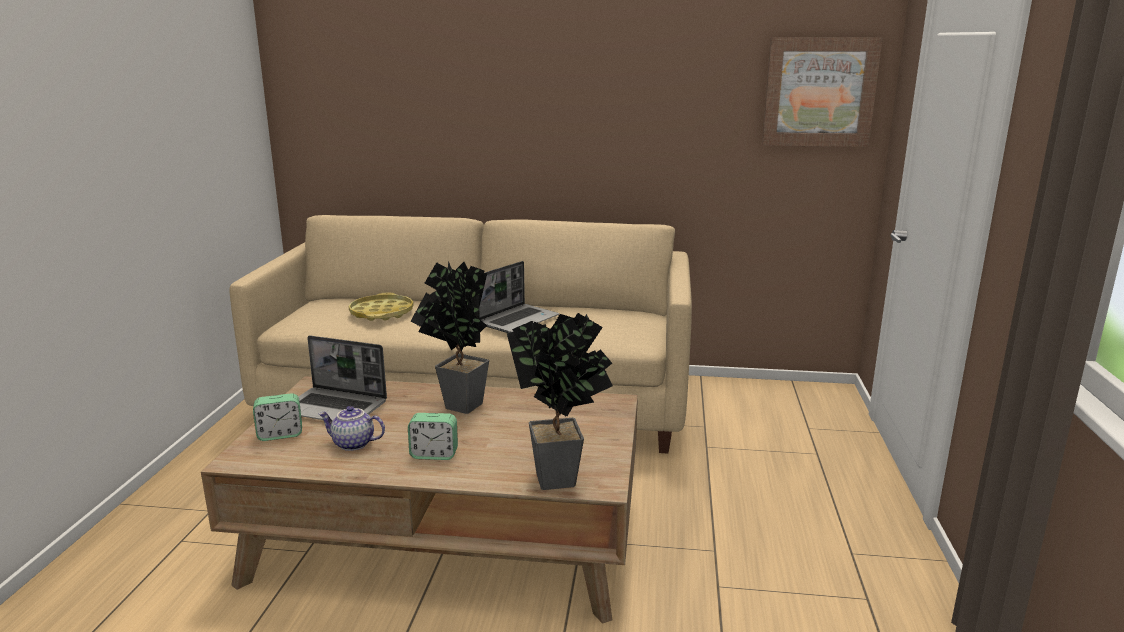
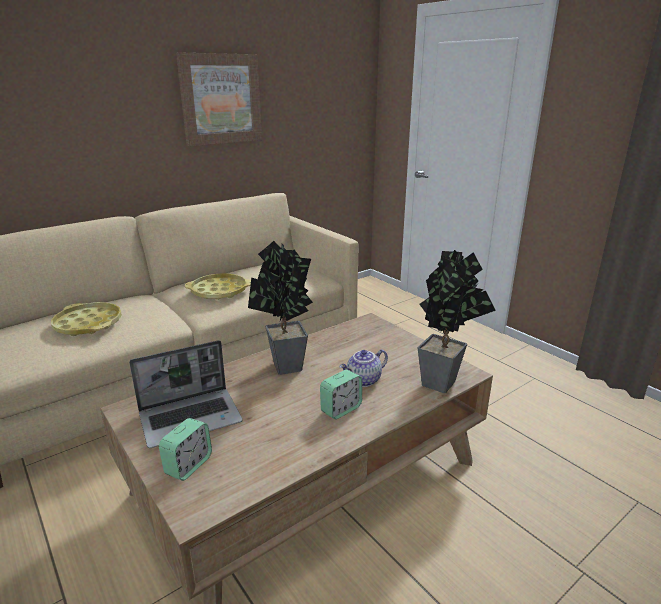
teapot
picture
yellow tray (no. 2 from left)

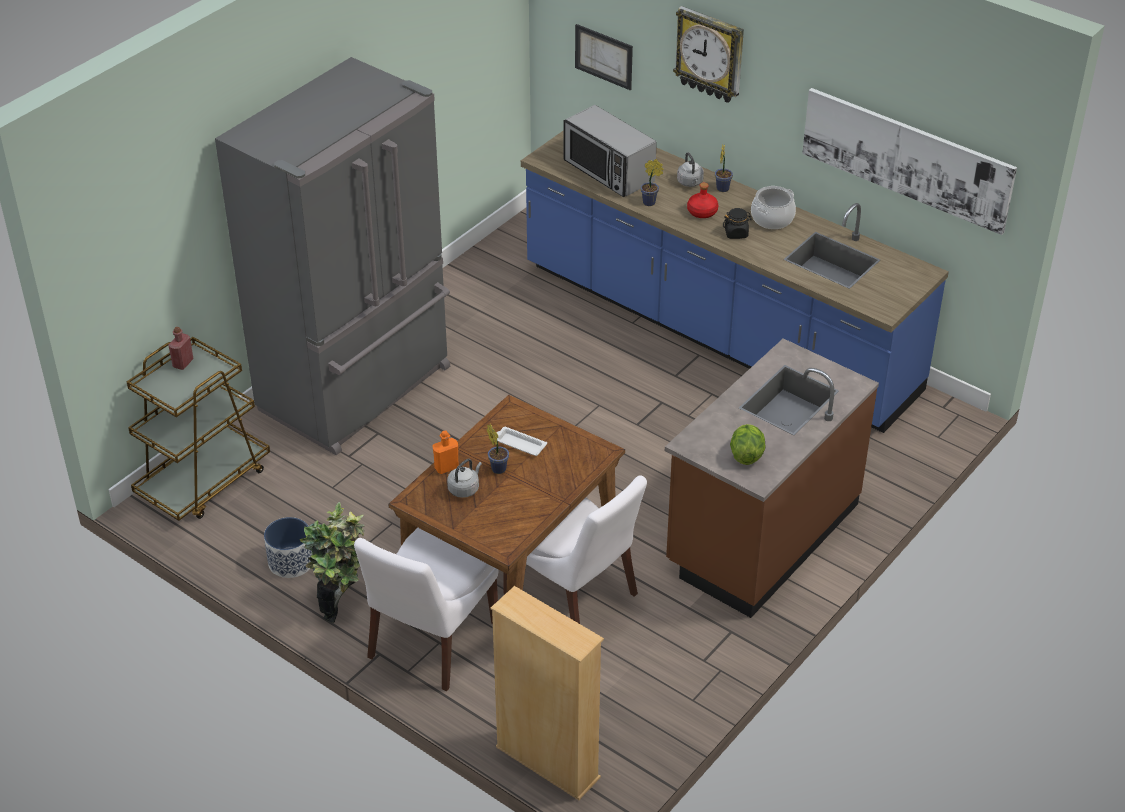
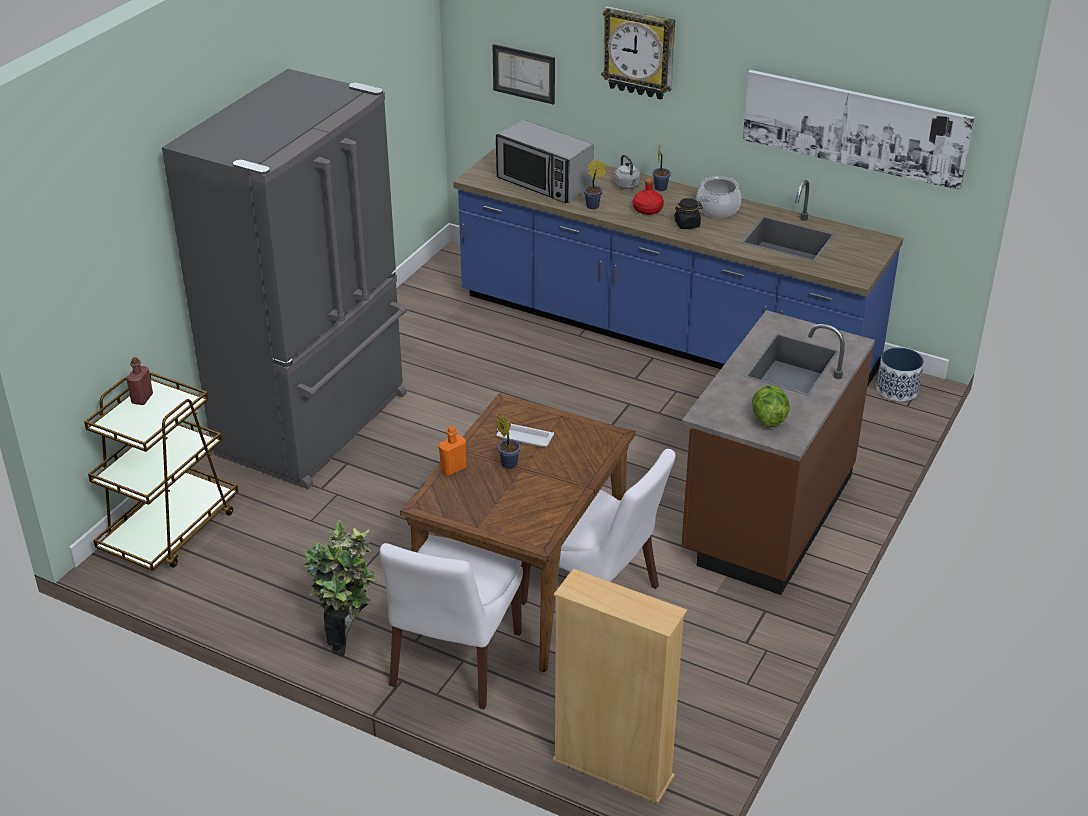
grey kettle (no. 1 from left in the first image)
planter

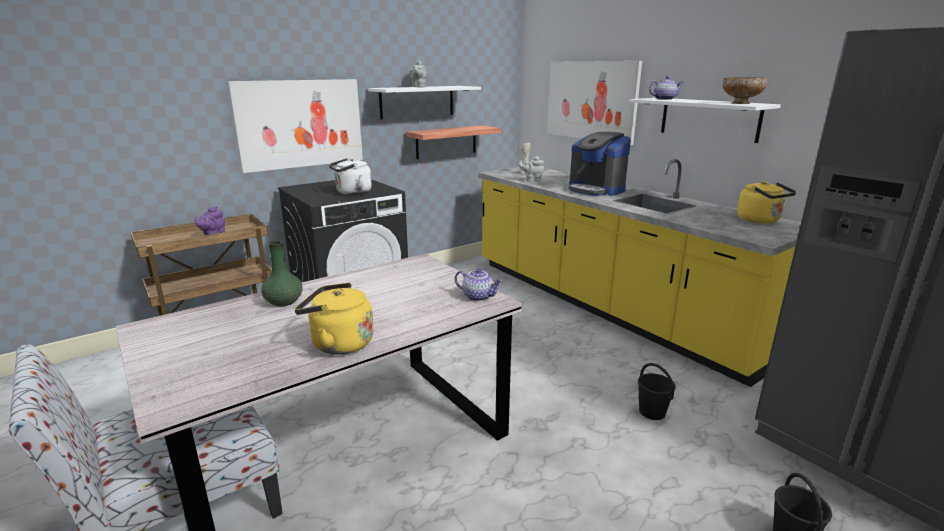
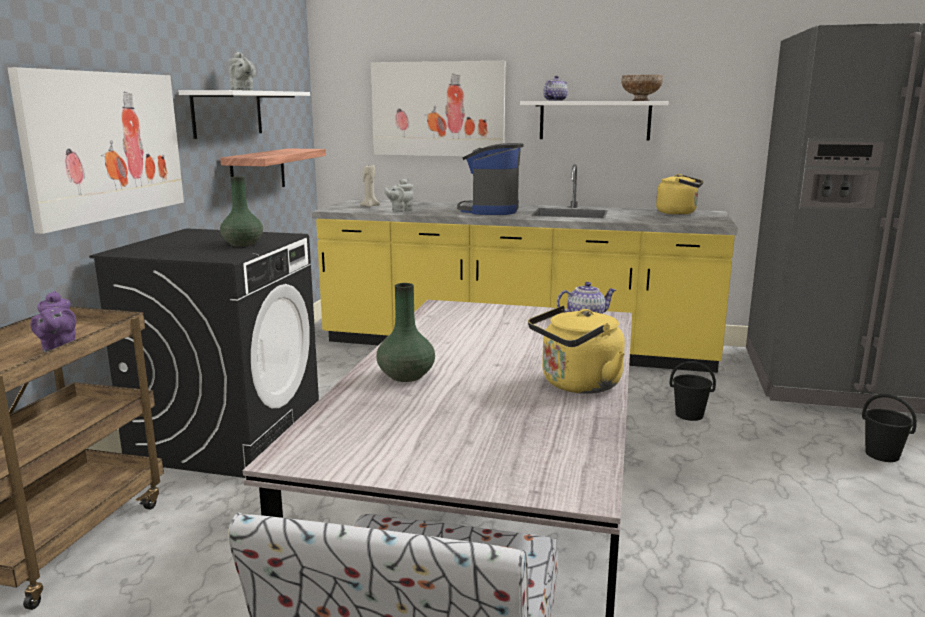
green vase (no. 1 from left)
coffee machine

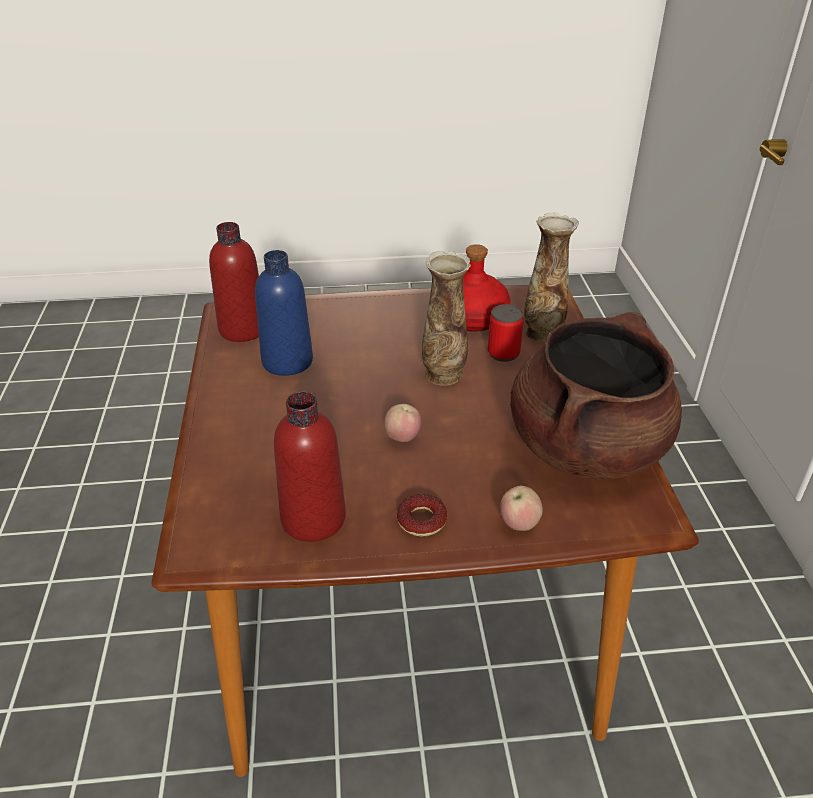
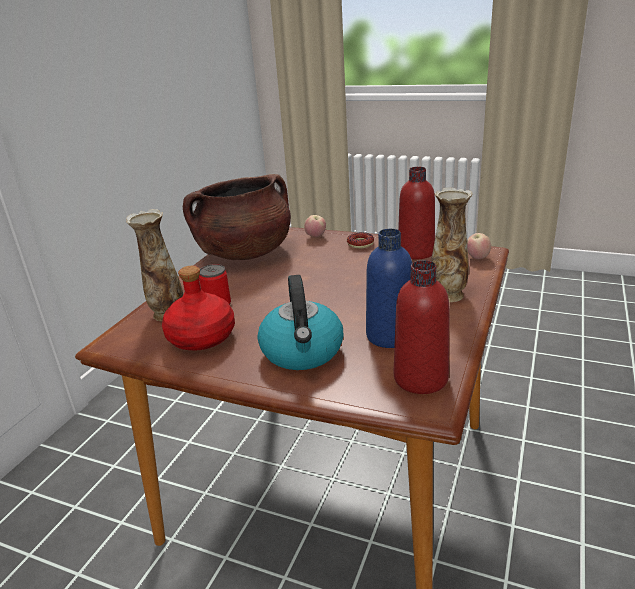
kettle
apple (no. 2 from left)
vase (no. 2 from left)

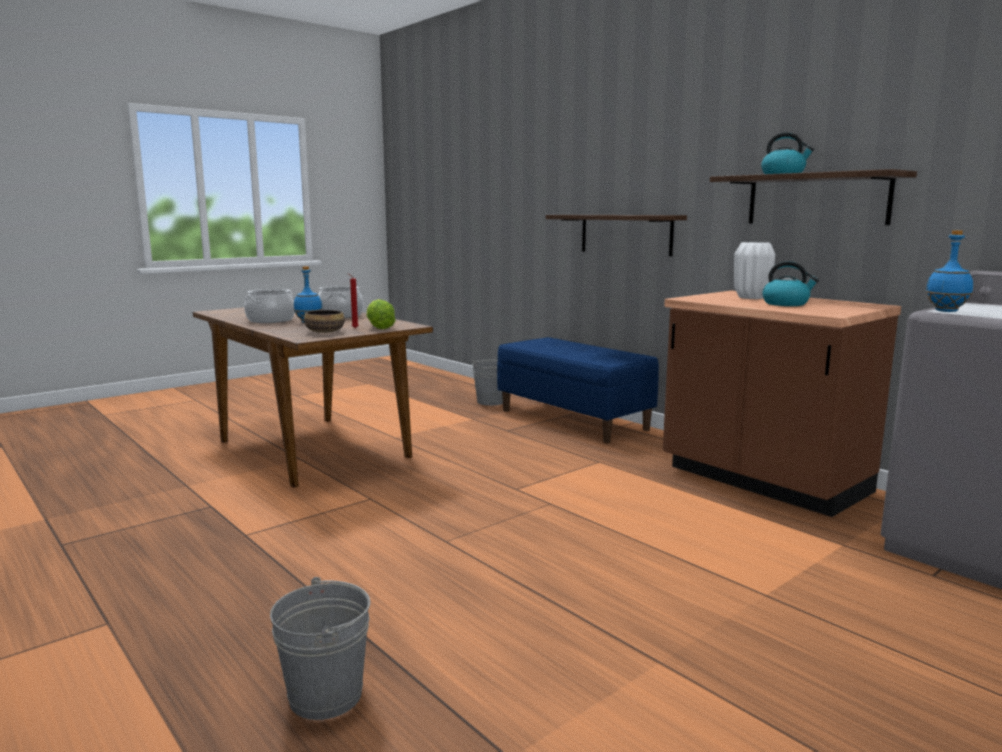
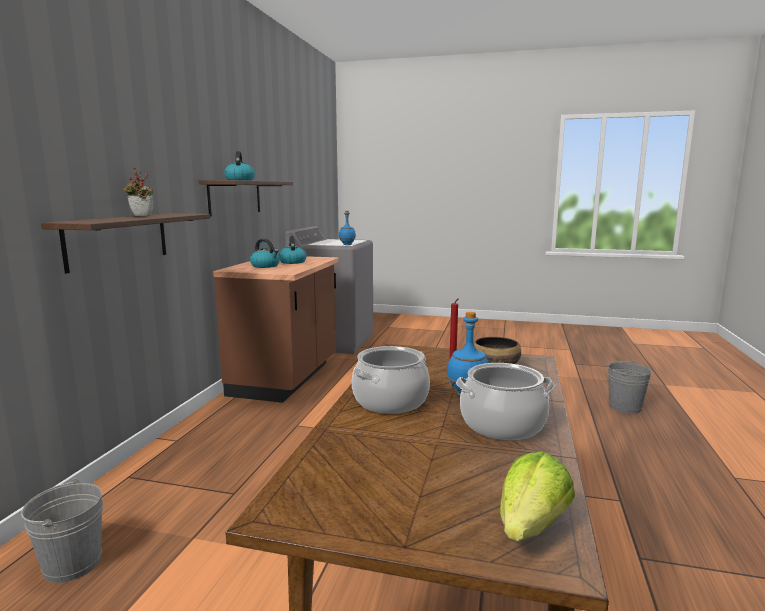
blue bench
potted plant
lettuce
kettle (no. 2 from left)

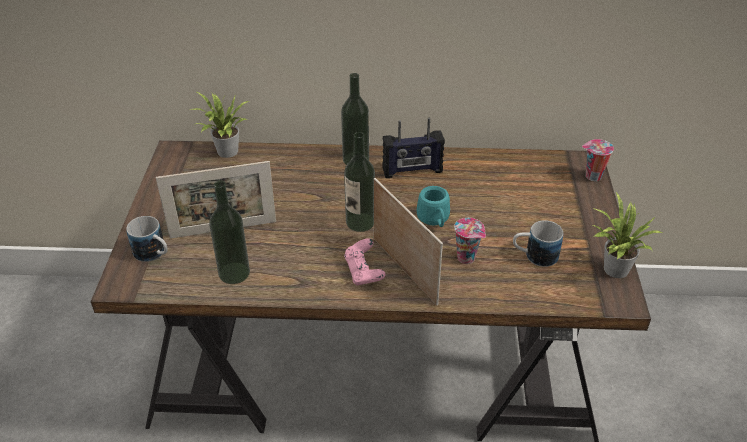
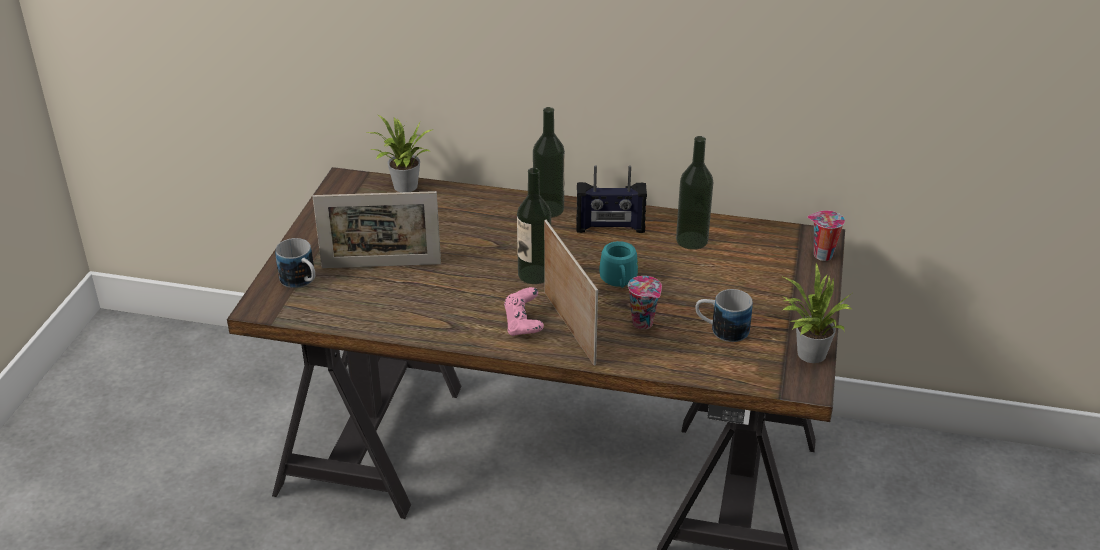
bottle (no. 3 from left)

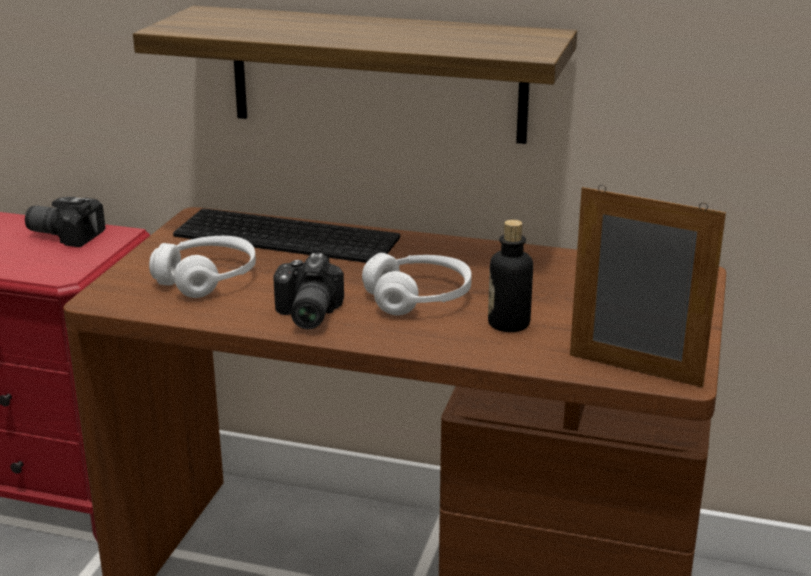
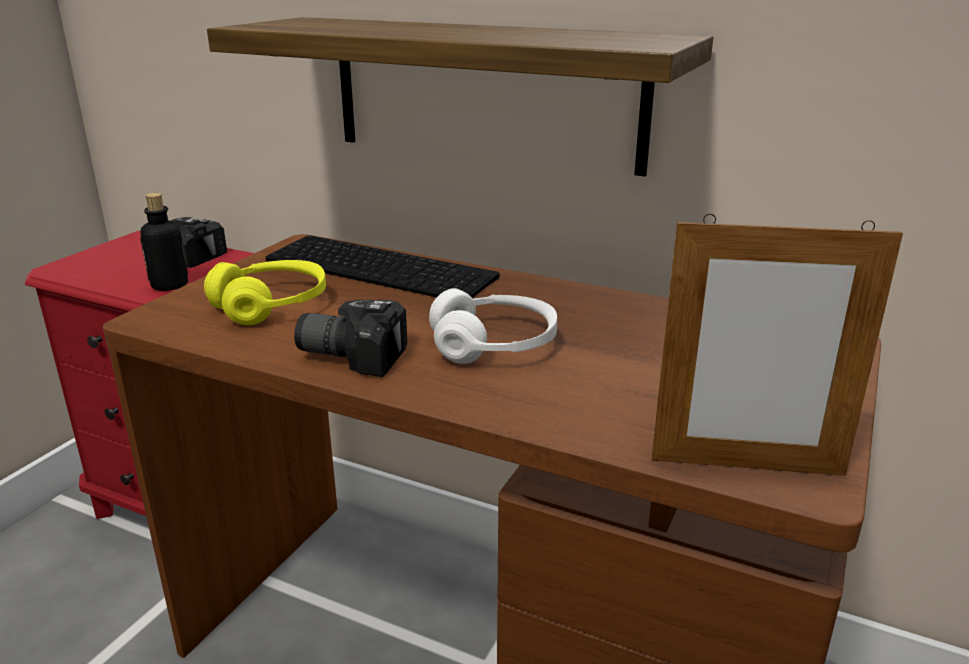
bottle
yellow headphones
photo camera (no. 2 from left)
picture frame

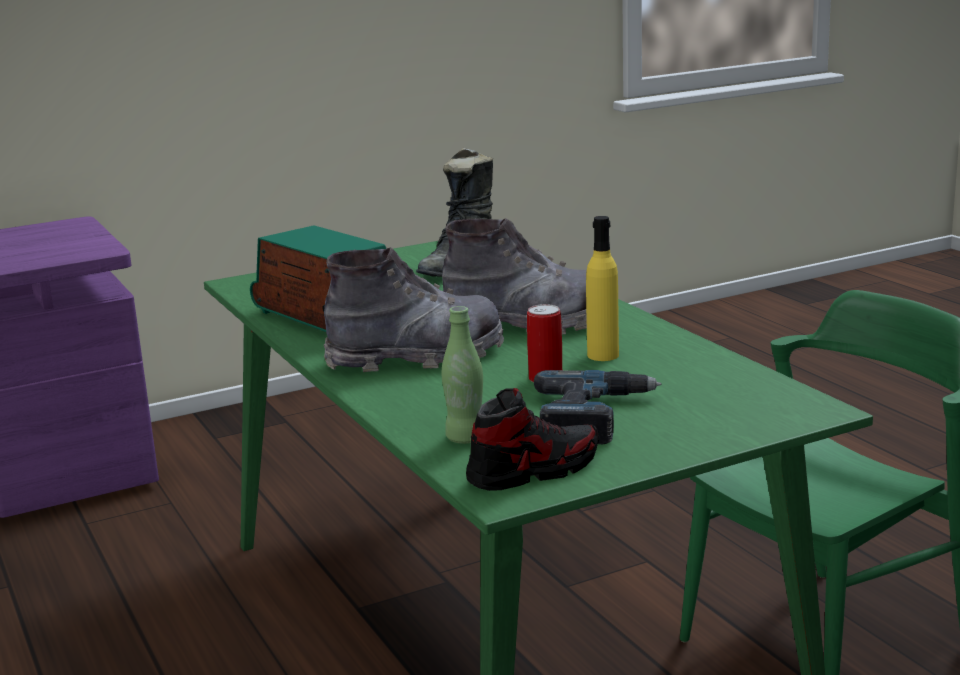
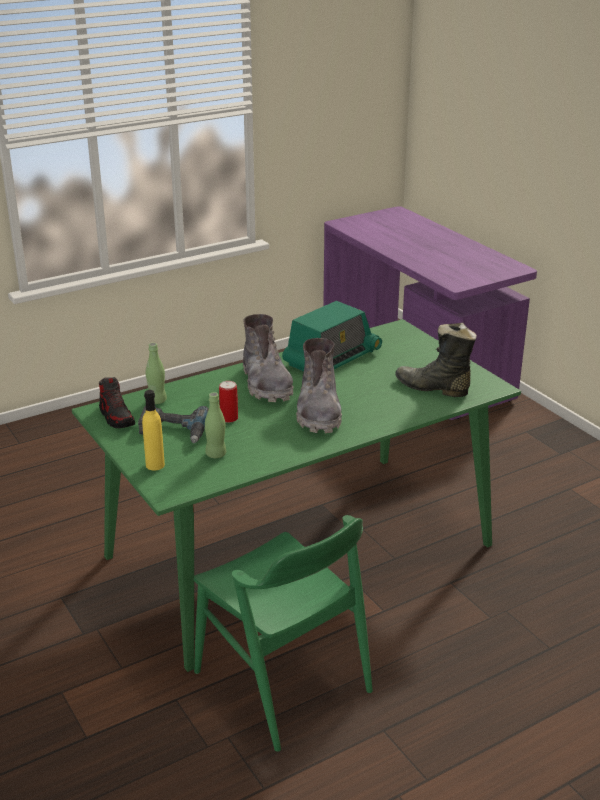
green bottle (no. 2 from left)
yellow bottle

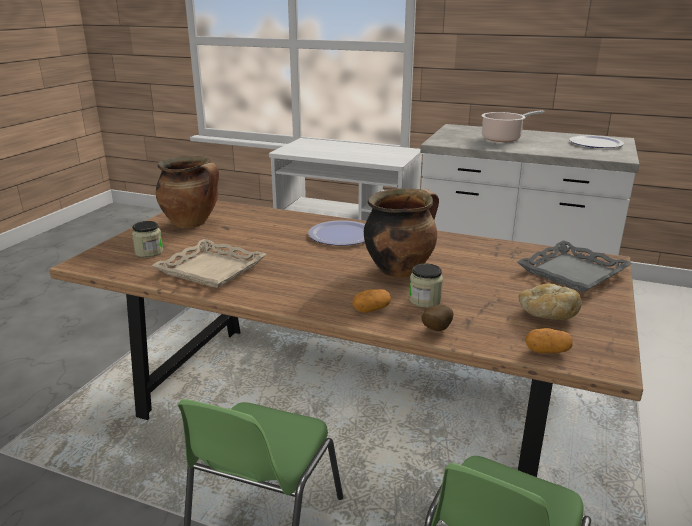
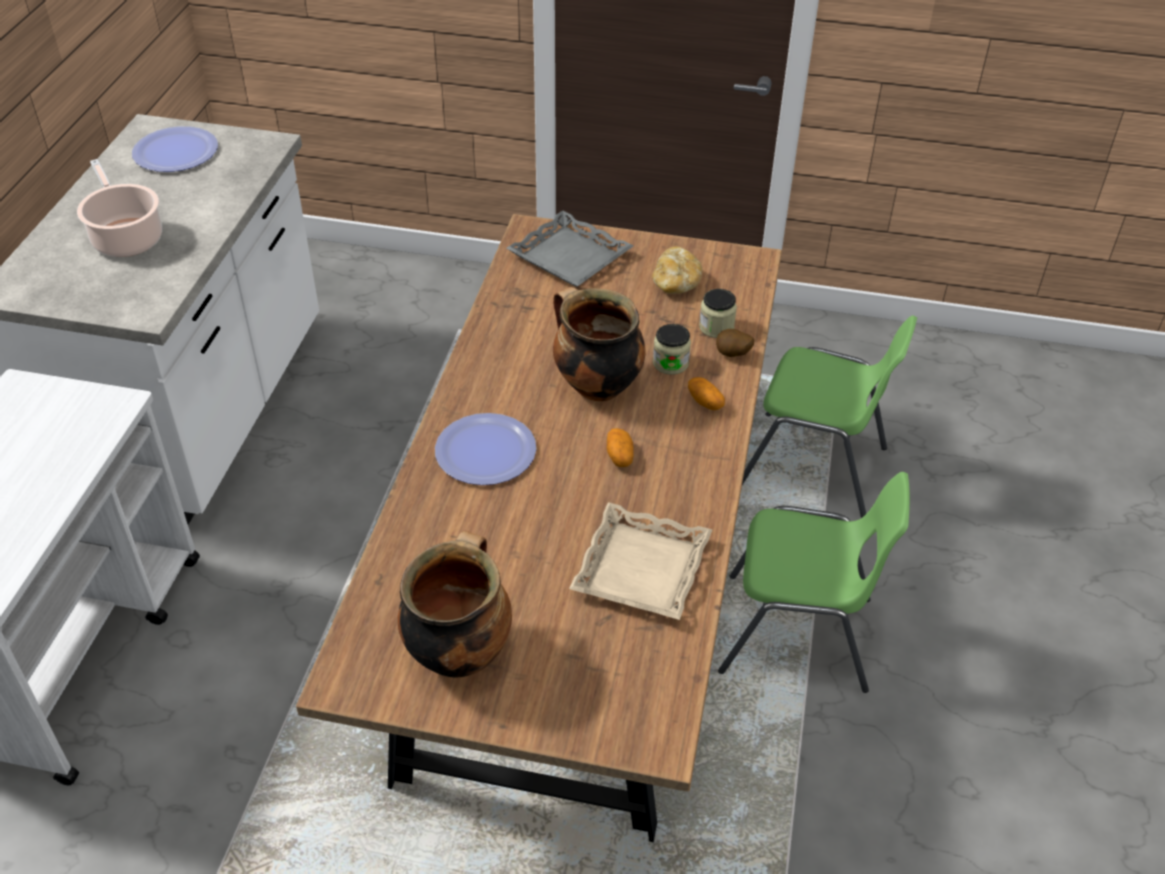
jar (no. 2 from left)
potato (no. 1 from left)

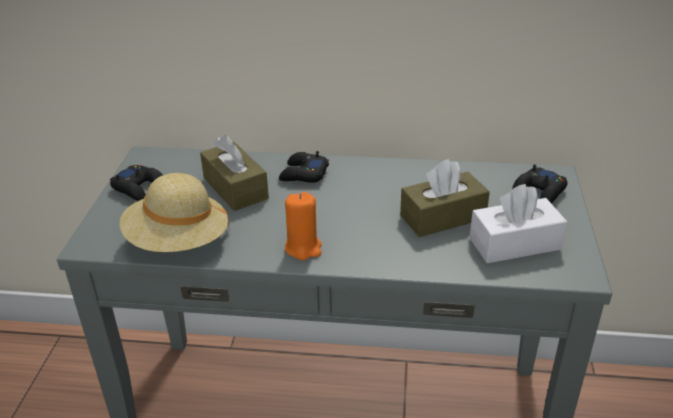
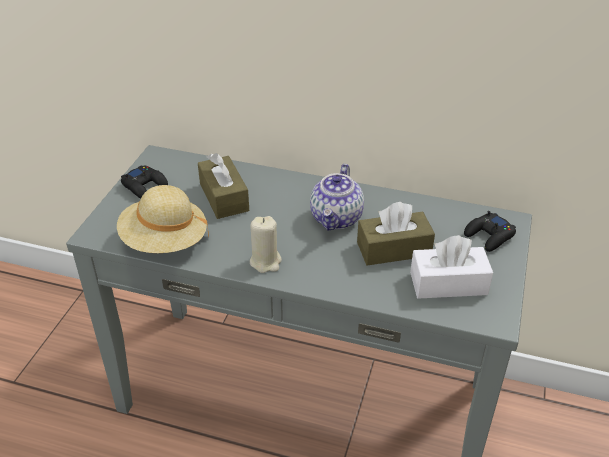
black game controller (no. 2 from left in the first image)
teapot
beige candle

